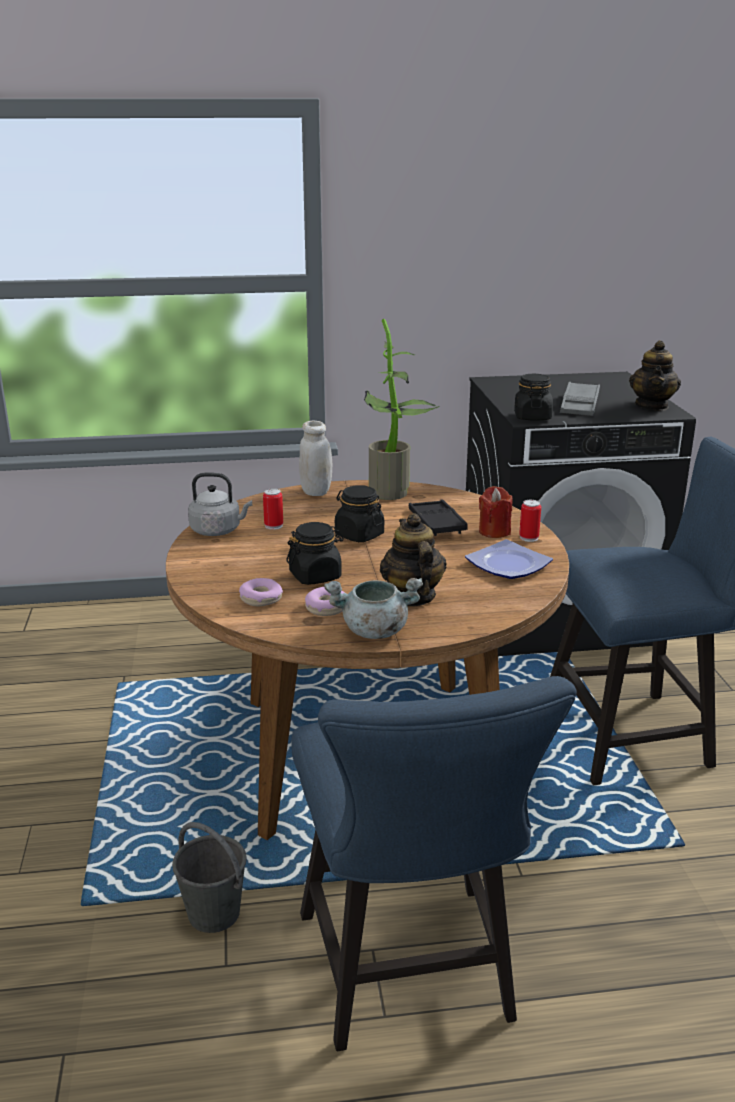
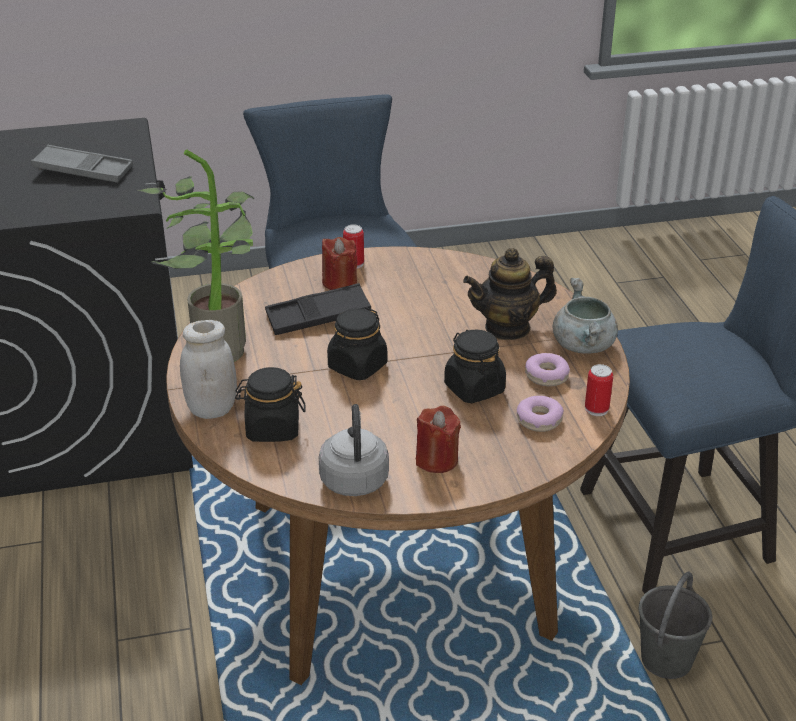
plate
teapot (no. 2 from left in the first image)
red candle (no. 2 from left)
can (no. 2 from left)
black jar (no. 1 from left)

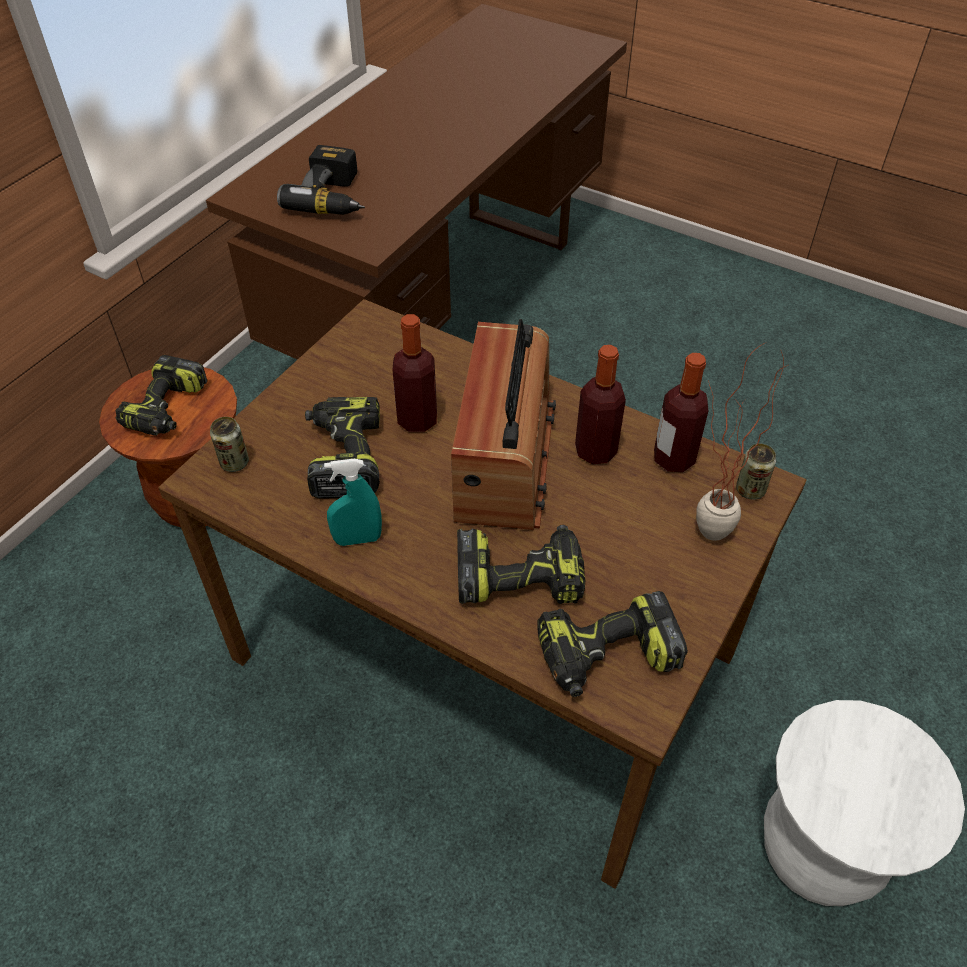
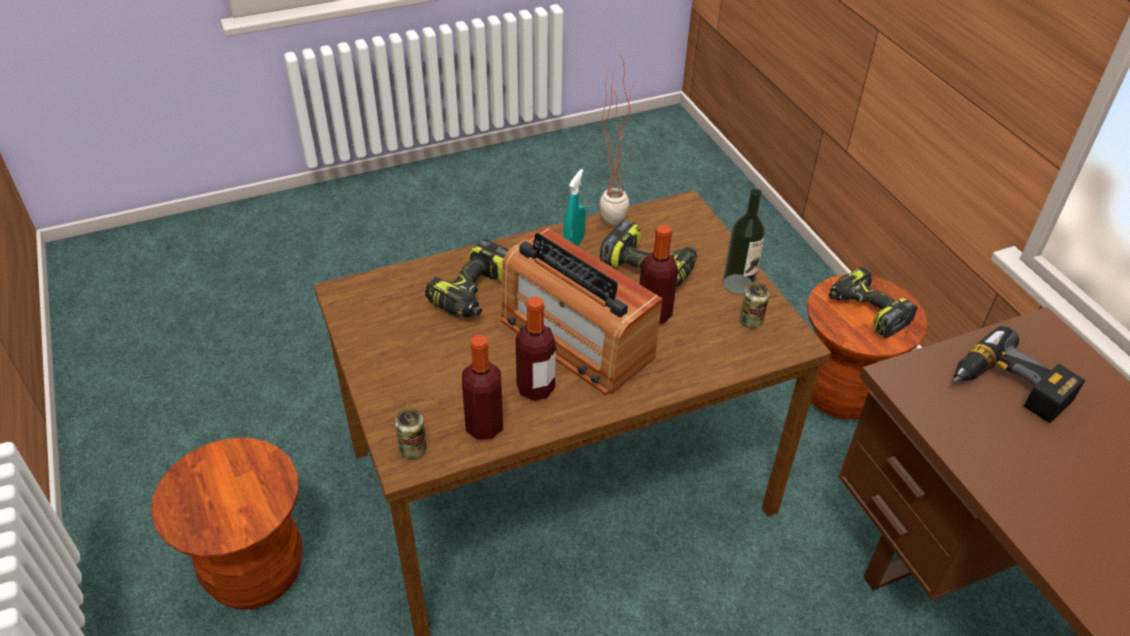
power drill (no. 5 from left in the first image)
bottle (no. 4 from left)
can (no. 2 from left)
potted plant
brown stool (no. 1 from left)

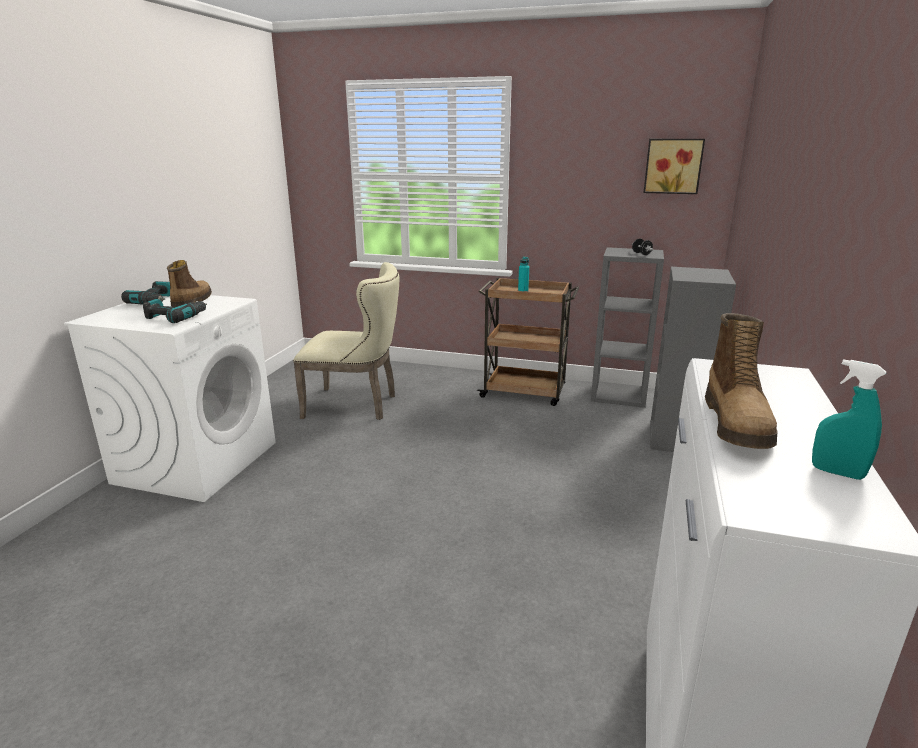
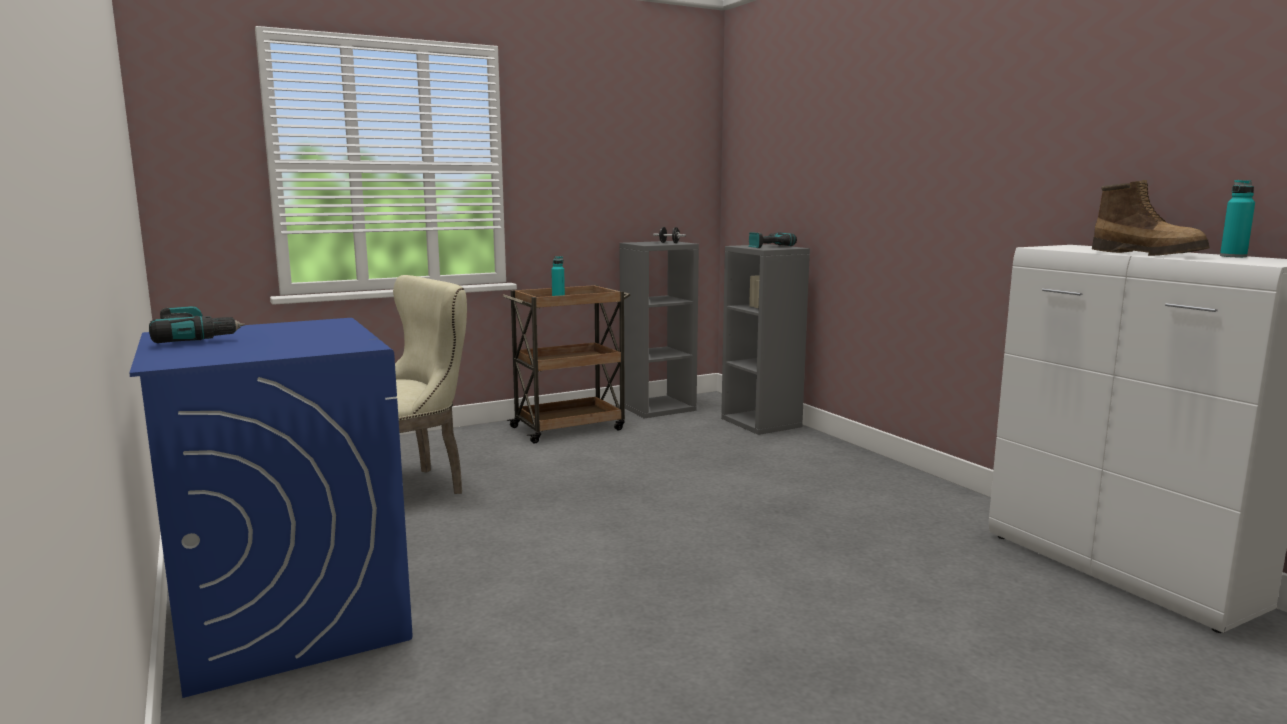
boot (no. 1 from left in the first image)
picture
power drill (no. 2 from left)
turquoise bottle (no. 2 from left)
blue washing machine

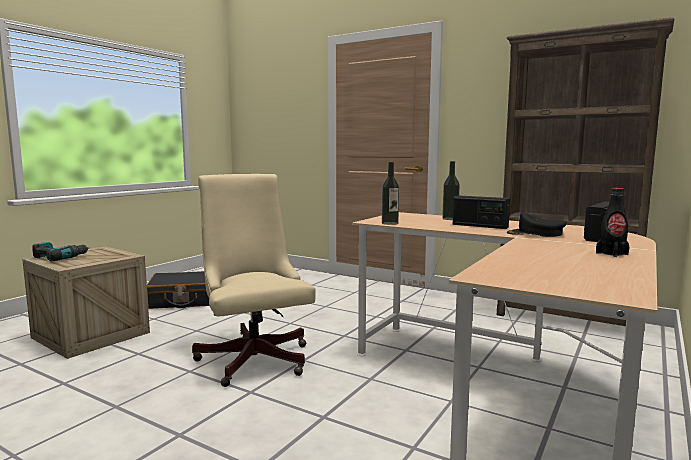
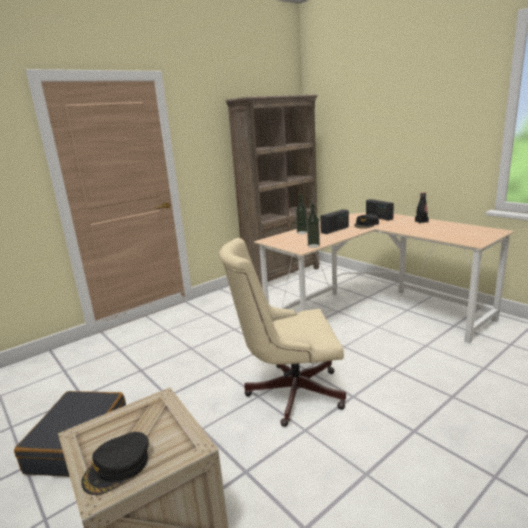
black cap (no. 1 from left)

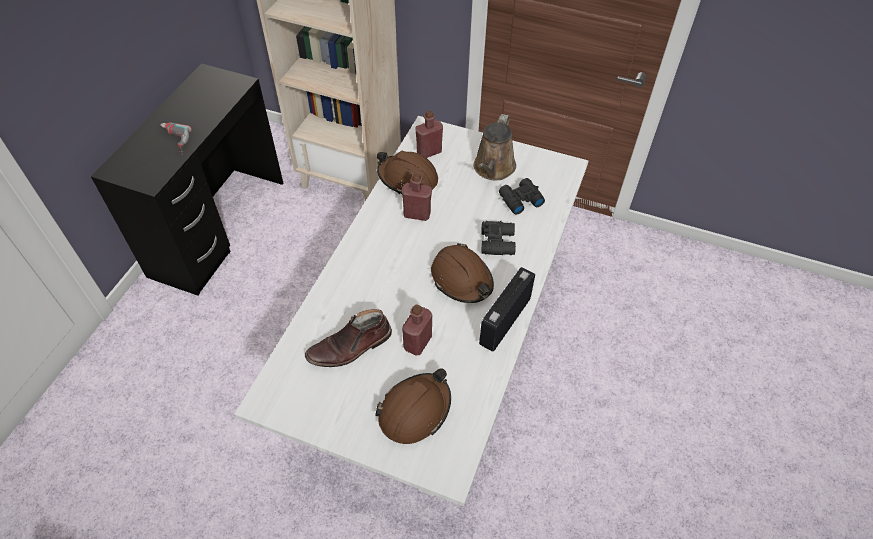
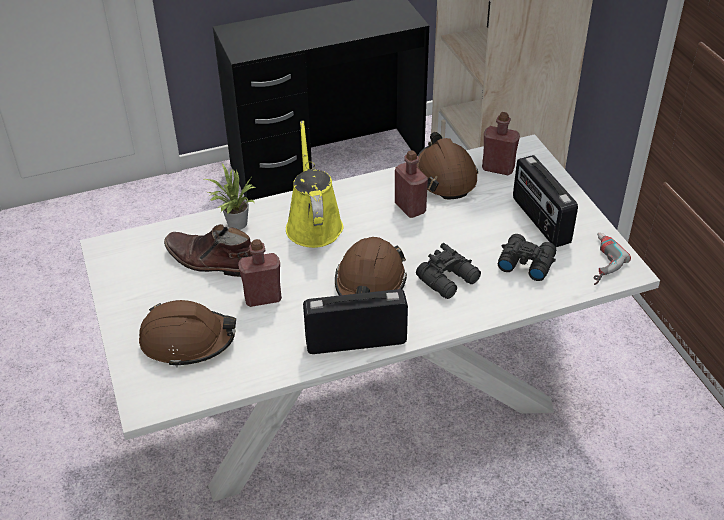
potted plant
yellow watering can
power drill
radio (no. 2 from left)

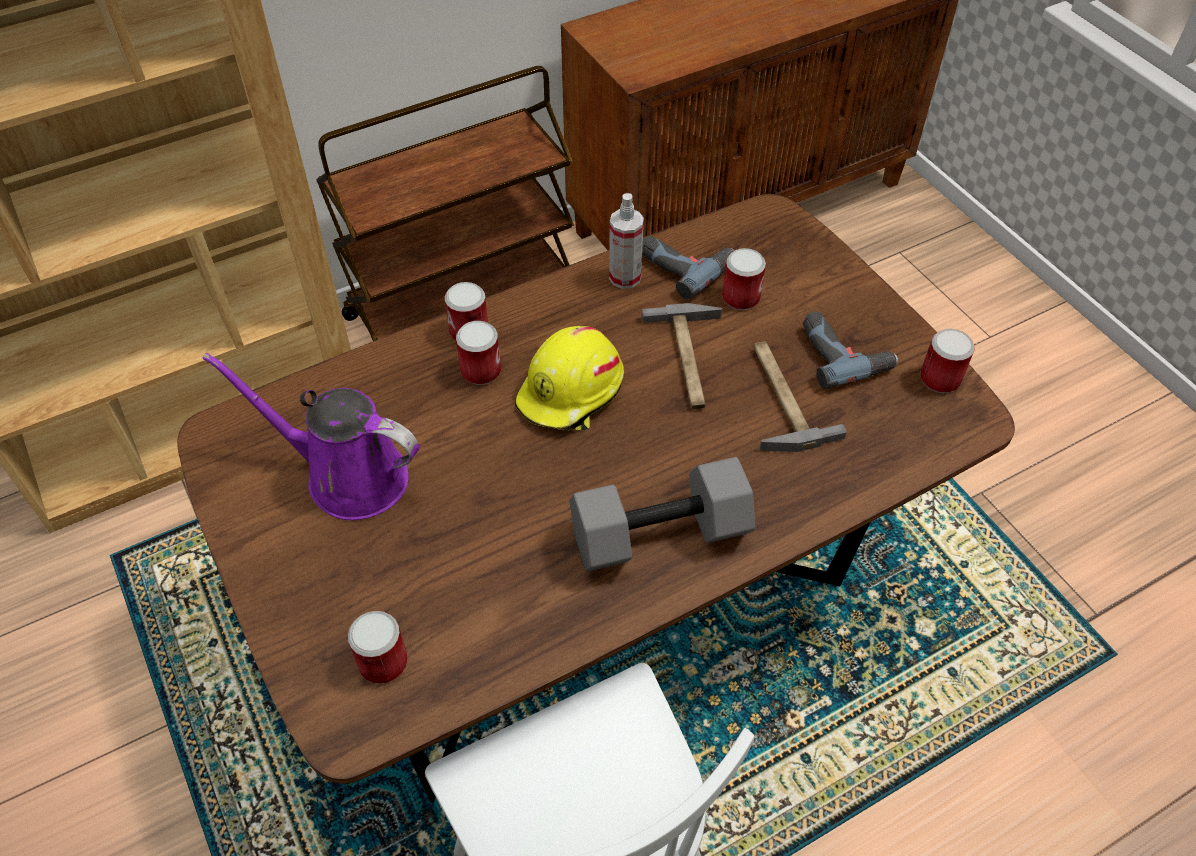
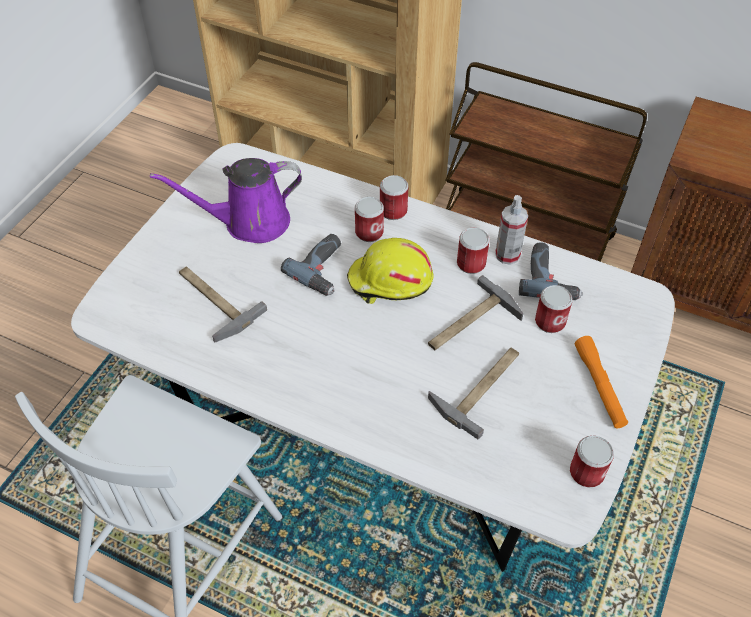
grey dumbbell
hammer (no. 1 from left)
orange flashlight
can (no. 3 from left)
power drill (no. 1 from left)
white dining table
purple watering can

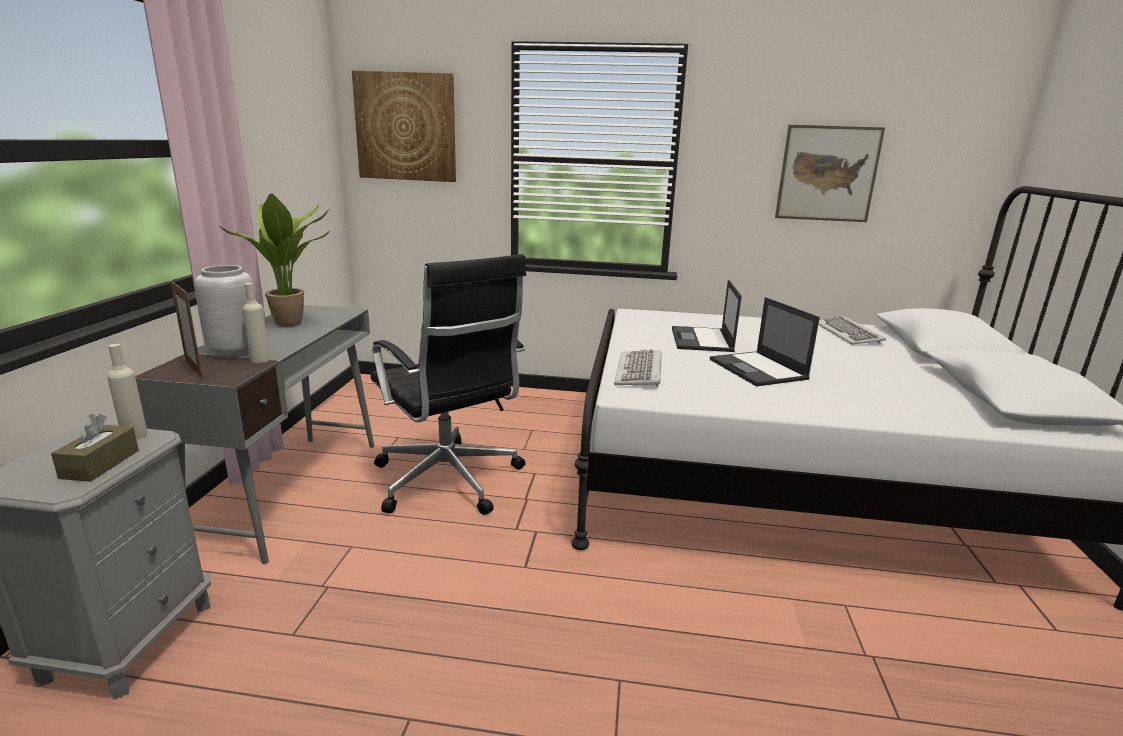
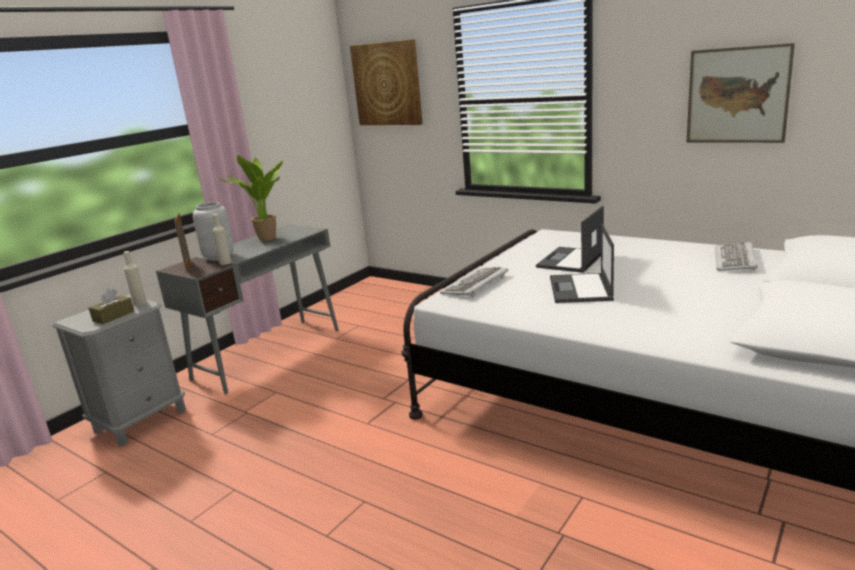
black office chair

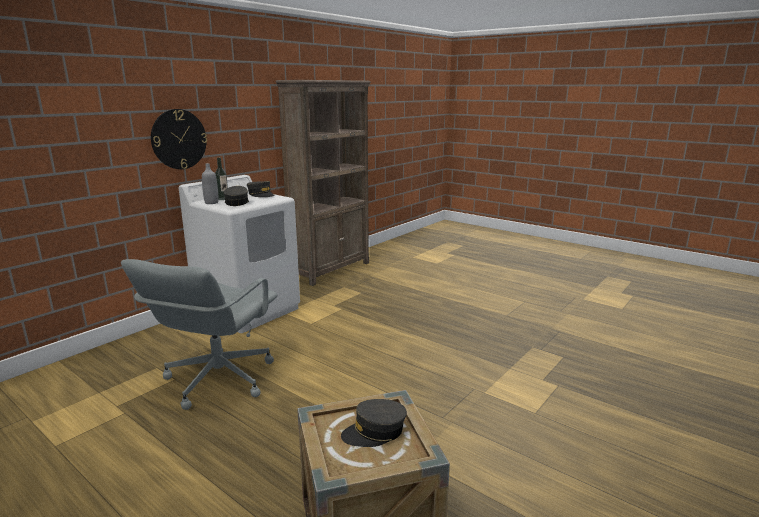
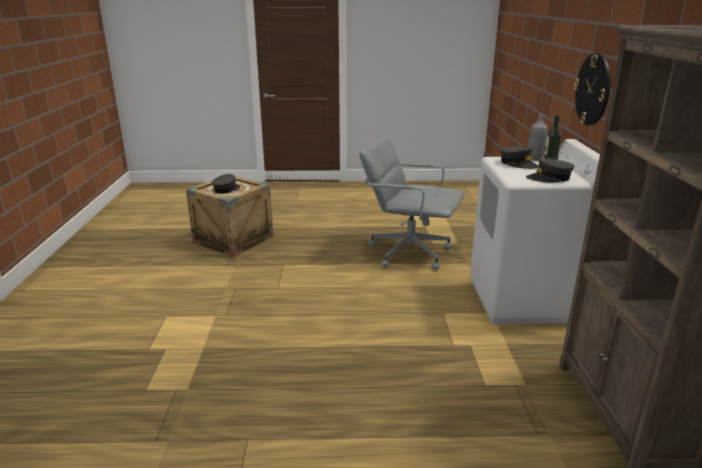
grey office chair

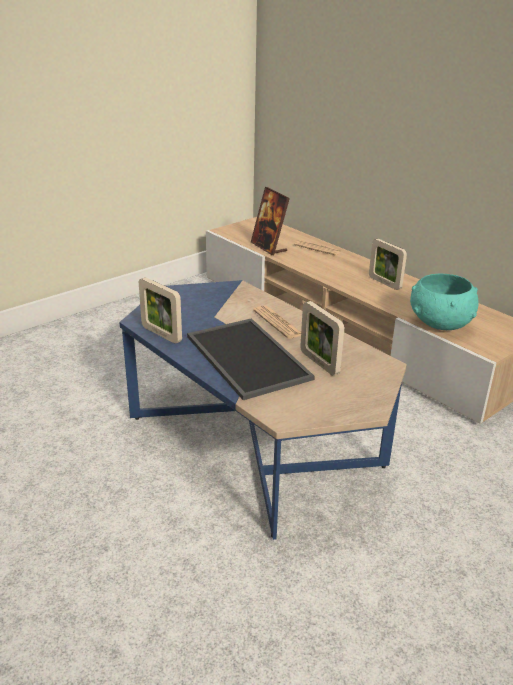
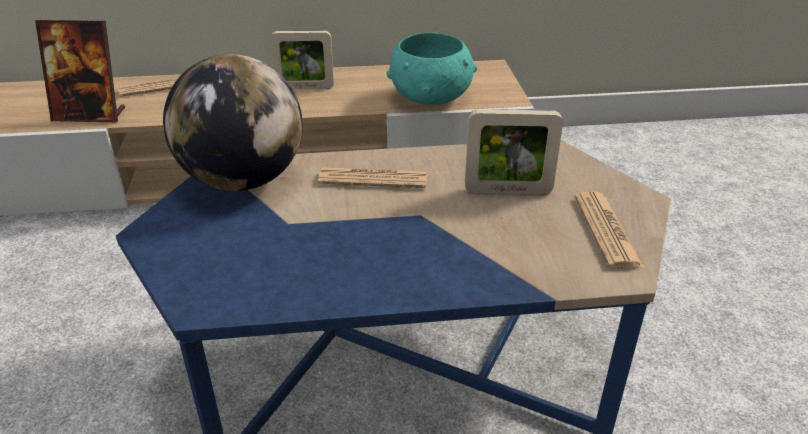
picture frame (no. 1 from left in the first image)
tray
globe
newspaper (no. 3 from left)

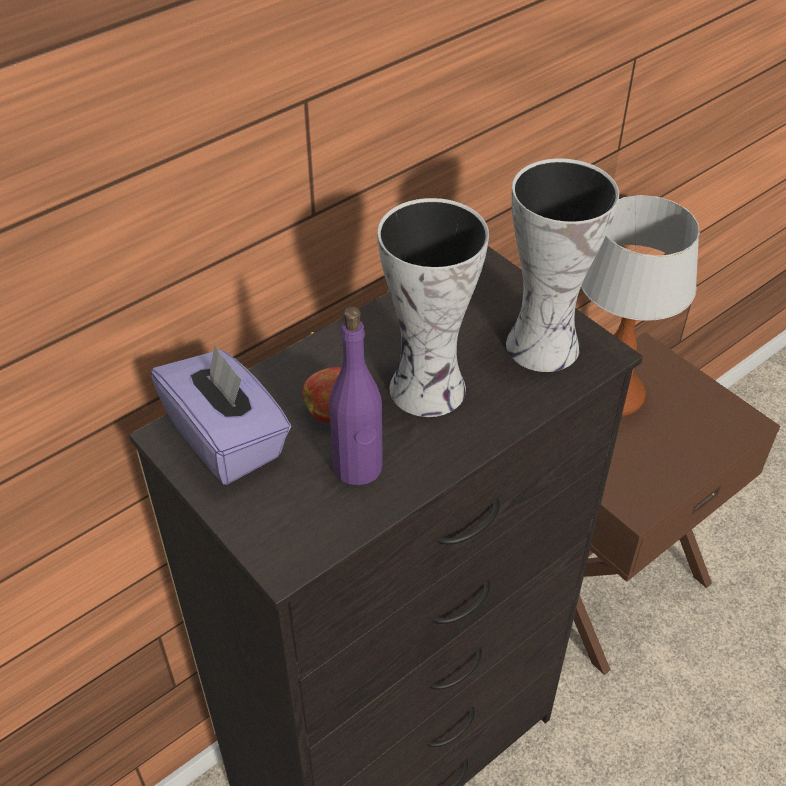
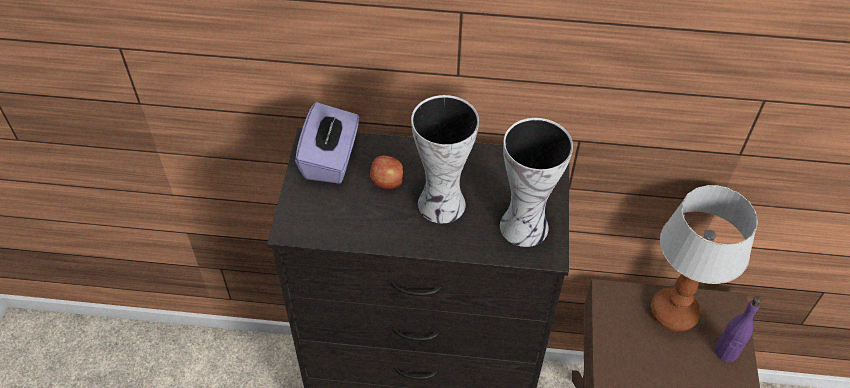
purple bottle

